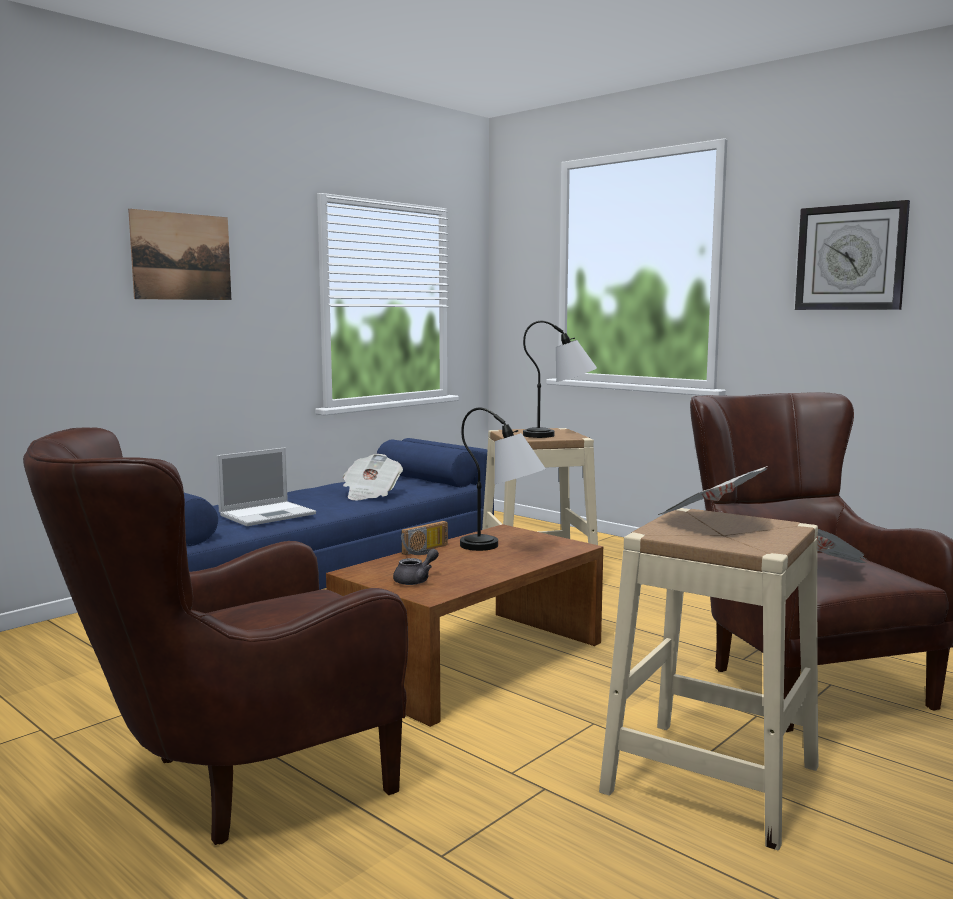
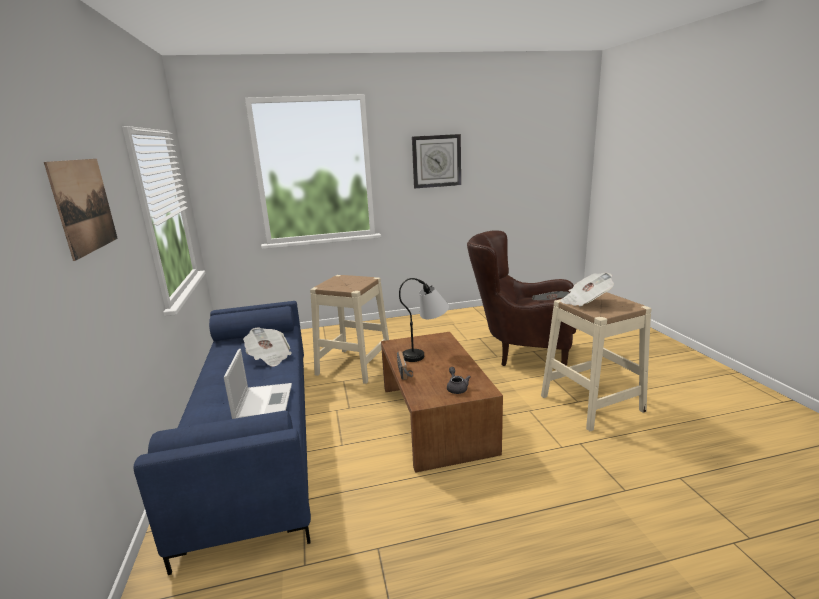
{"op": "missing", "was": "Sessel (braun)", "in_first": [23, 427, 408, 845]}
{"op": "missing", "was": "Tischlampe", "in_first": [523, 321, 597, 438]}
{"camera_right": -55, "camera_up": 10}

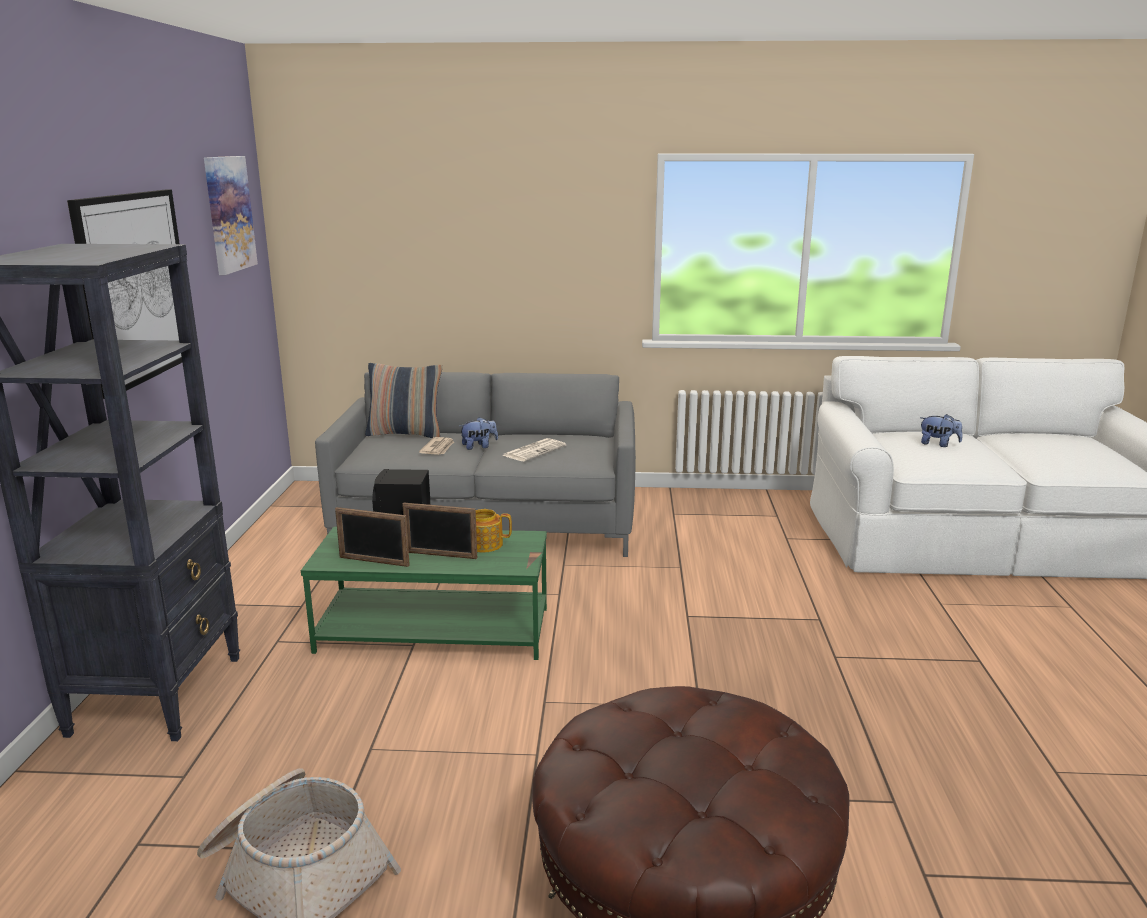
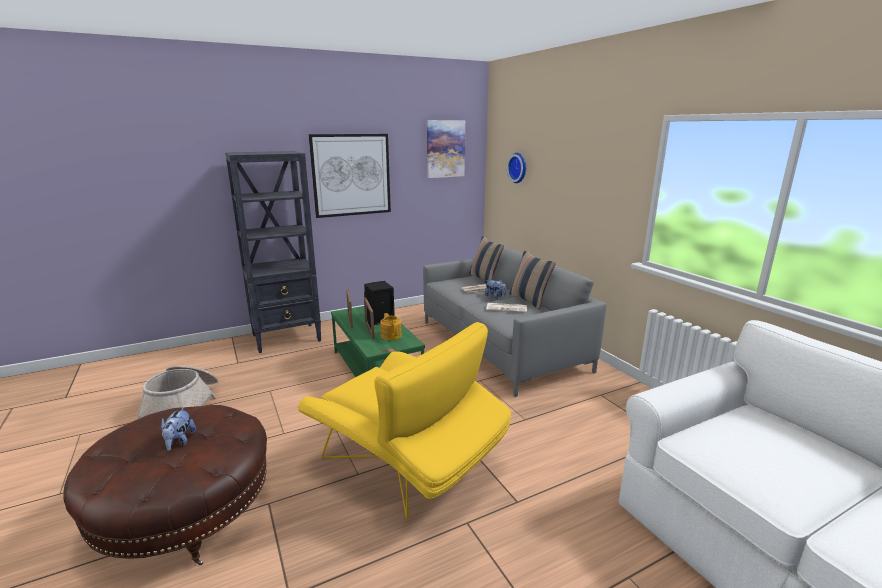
{"op": "appeared", "now": "Sessel (gelb)", "in_second": [297, 322, 511, 520]}
{"op": "appeared", "now": "Wanduhr", "in_second": [507, 153, 526, 183]}
{"op": "appeared", "now": "Kissen", "in_second": [509, 251, 556, 309]}
{"op": "relocated", "was": "Plüschtier", "in_first": [920, 414, 963, 447], "in_second": [161, 407, 196, 451]}
{"camera_right": 60, "camera_up": 0}

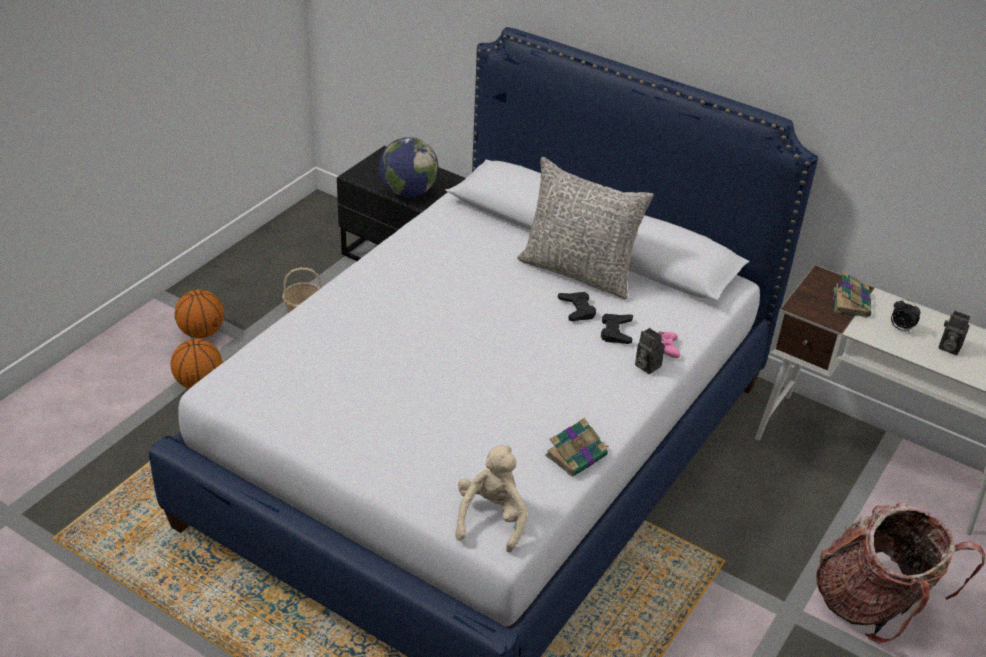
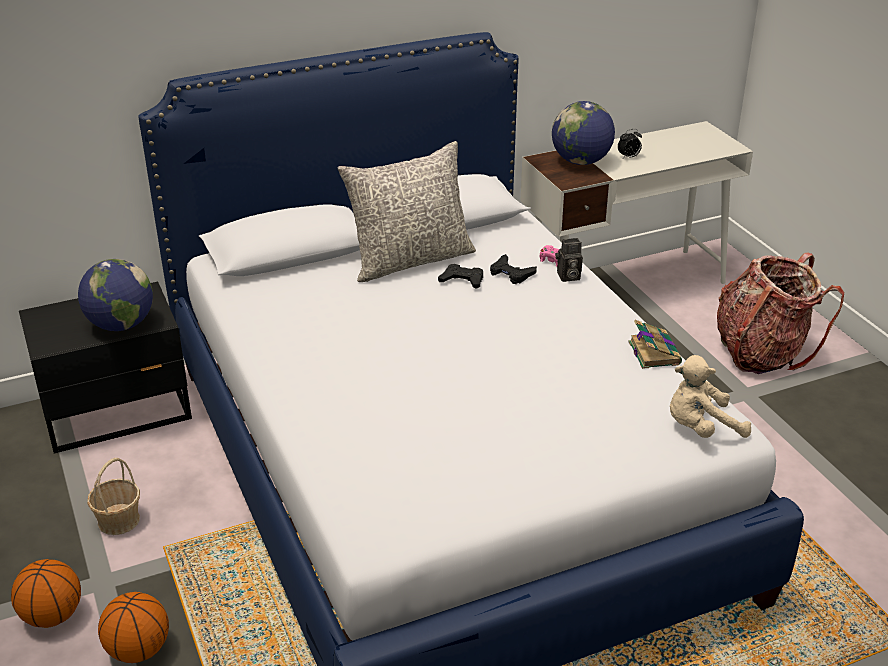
{"op": "missing", "was": "Kamera", "in_first": [938, 311, 970, 355]}
{"op": "exchanged", "was": "Buch", "now": "Globus", "in_first": [833, 271, 871, 318], "in_second": [552, 101, 615, 165]}
{"op": "spun", "was": "Plüschtier (beige)", "in_first": [455, 445, 528, 553], "in_second": [670, 355, 751, 438], "clockwise": -60}
{"camera_right": -55, "camera_up": -5}

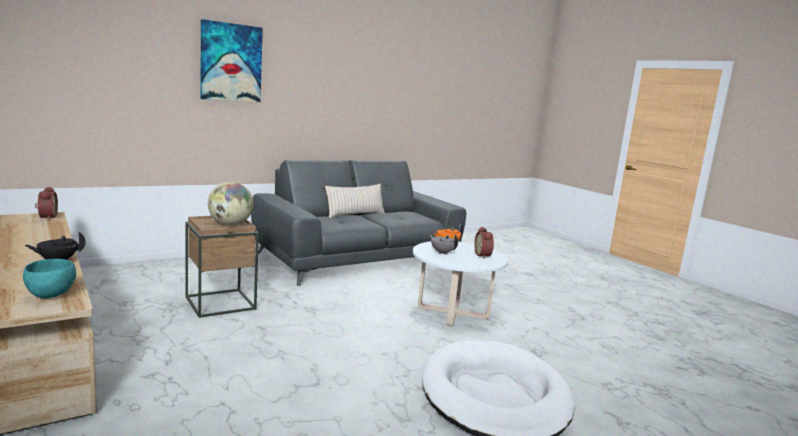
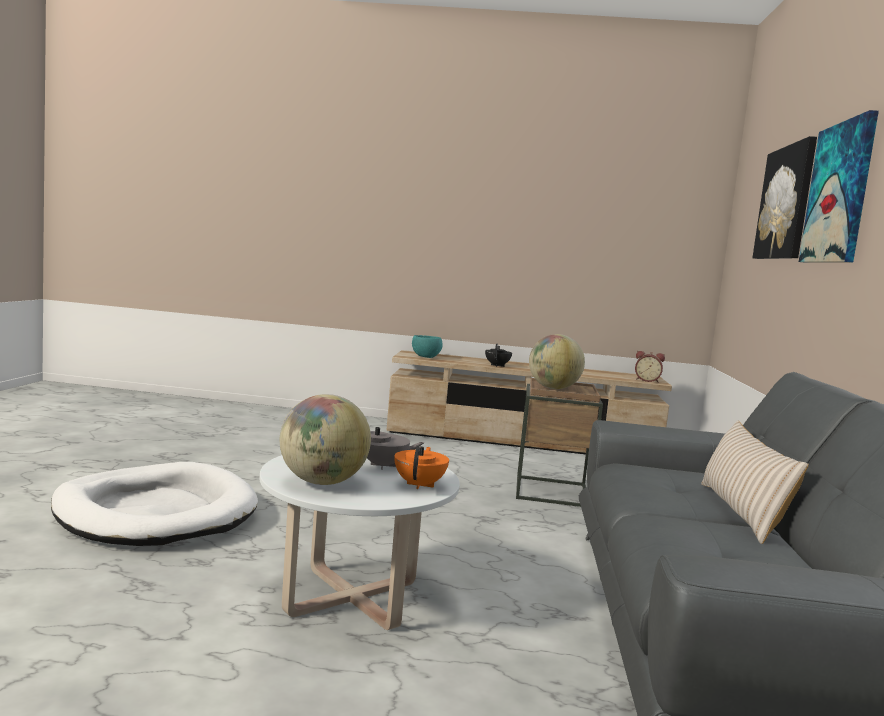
{"op": "appeared", "now": "Bild", "in_second": [752, 136, 817, 259]}
{"op": "exchanged", "was": "Wecker", "now": "Globus", "in_first": [474, 227, 494, 259], "in_second": [280, 394, 371, 485]}
{"camera_right": 130, "camera_up": -5}

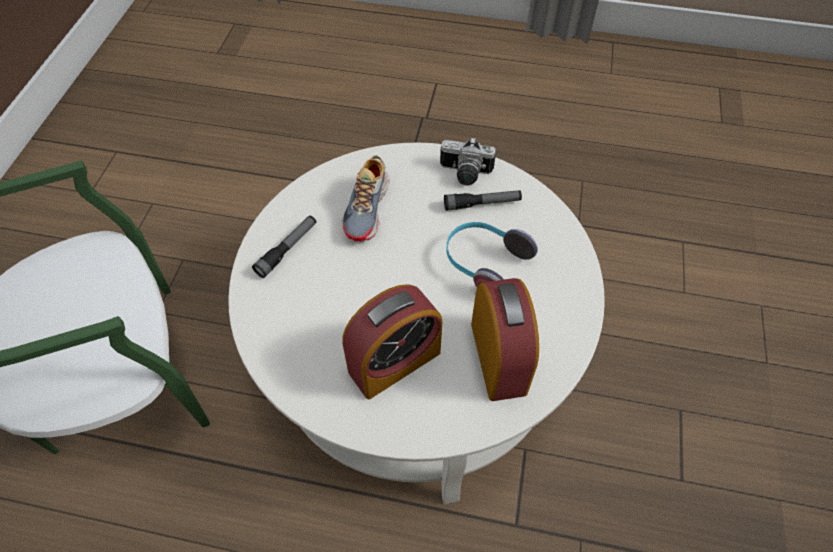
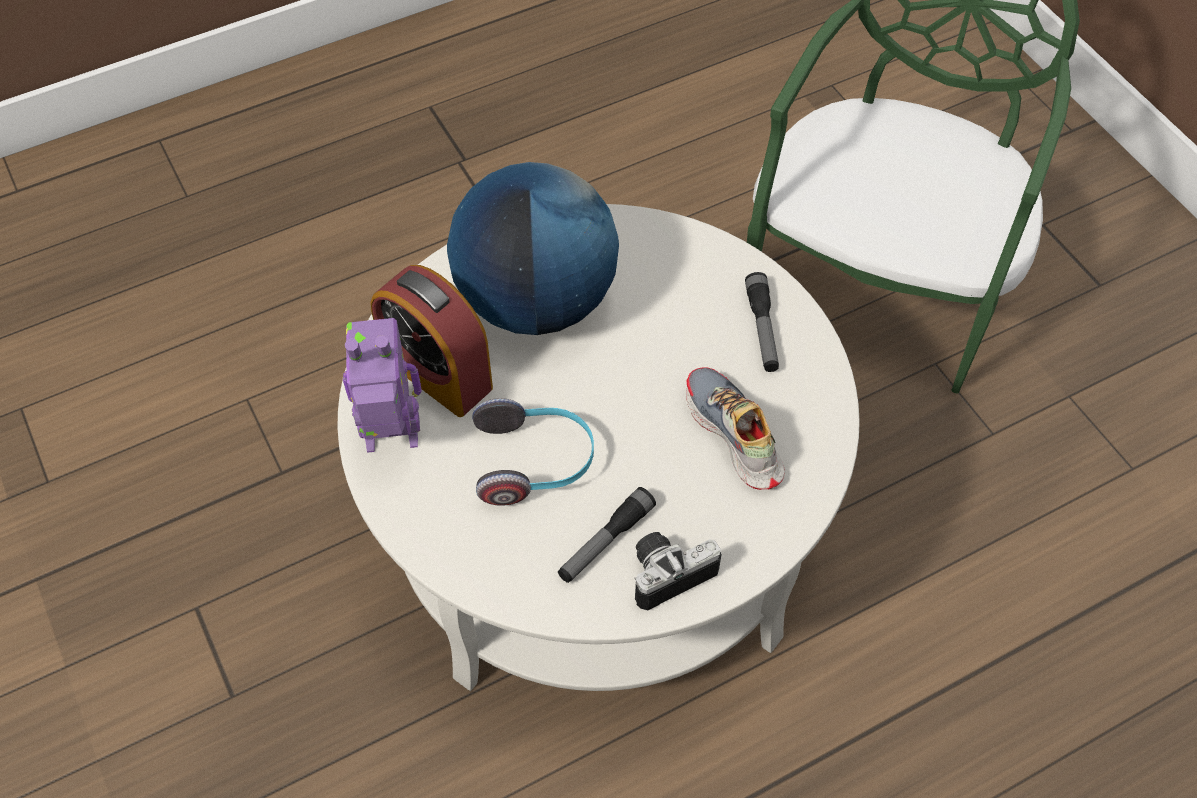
{"op": "appeared", "now": "Spielzeugroboter", "in_second": [343, 318, 422, 453]}
{"op": "exchanged", "was": "Wecker", "now": "Globus", "in_first": [342, 284, 442, 399], "in_second": [447, 162, 619, 335]}
{"camera_right": 140, "camera_up": 0}

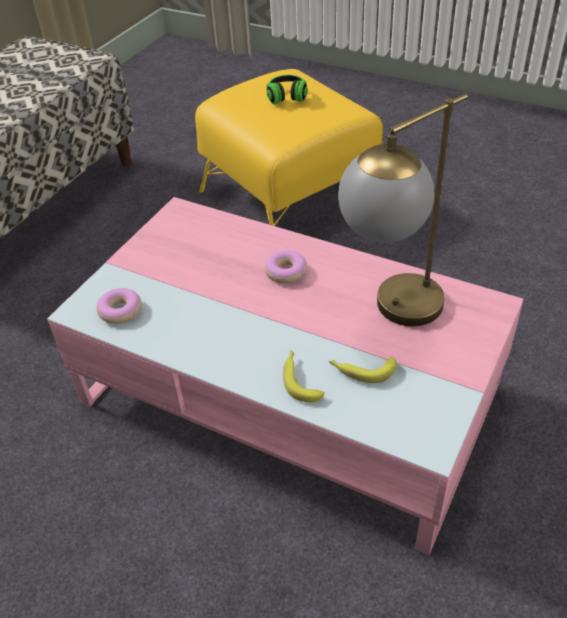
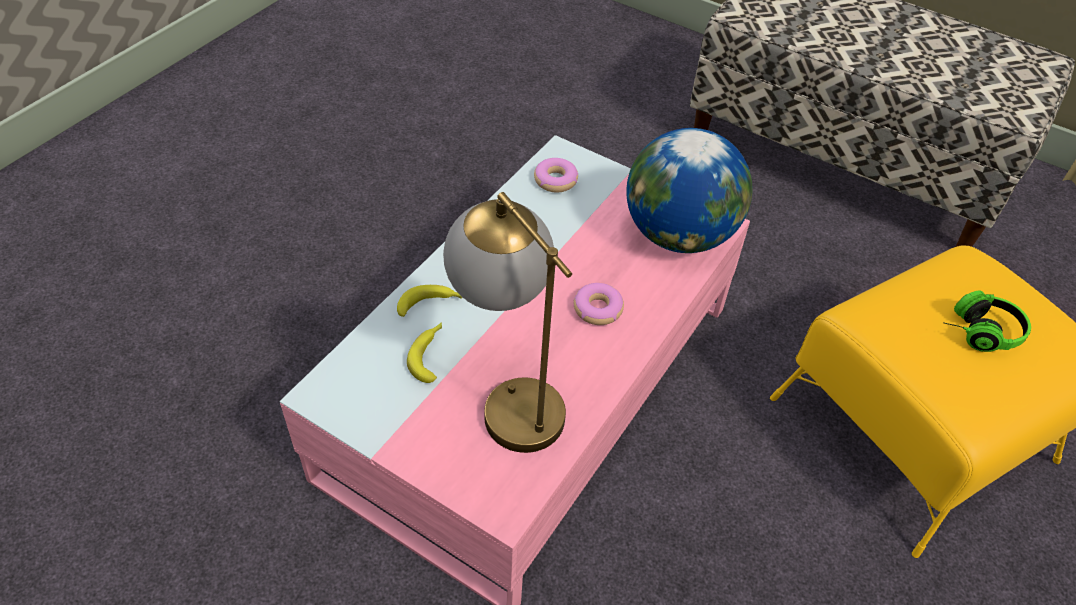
{"op": "appeared", "now": "Globus", "in_second": [626, 128, 753, 253]}
{"camera_right": 90, "camera_up": 5}

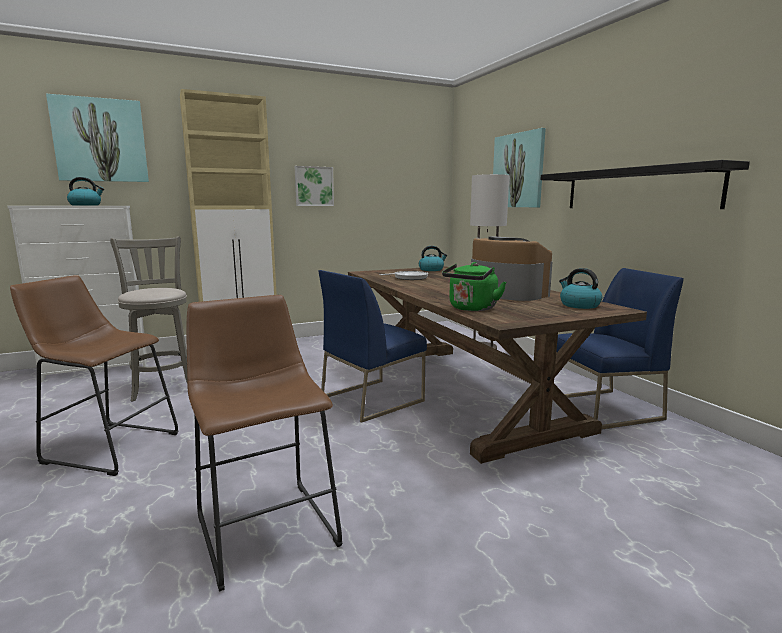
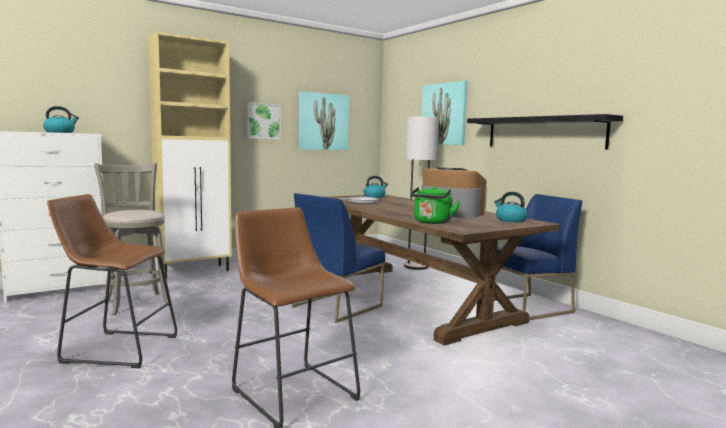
{"op": "relocated", "was": "Bild", "in_first": [46, 94, 149, 182], "in_second": [299, 91, 349, 150]}
{"camera_right": -10, "camera_up": -5}

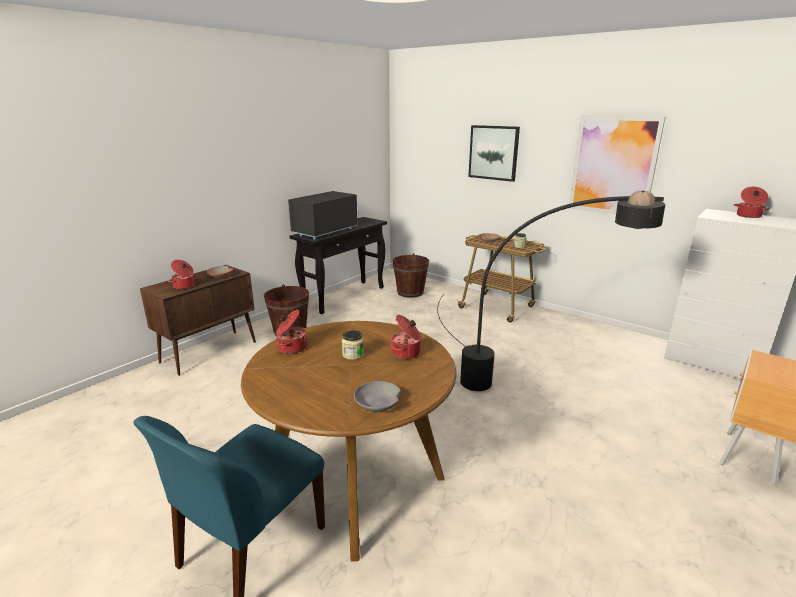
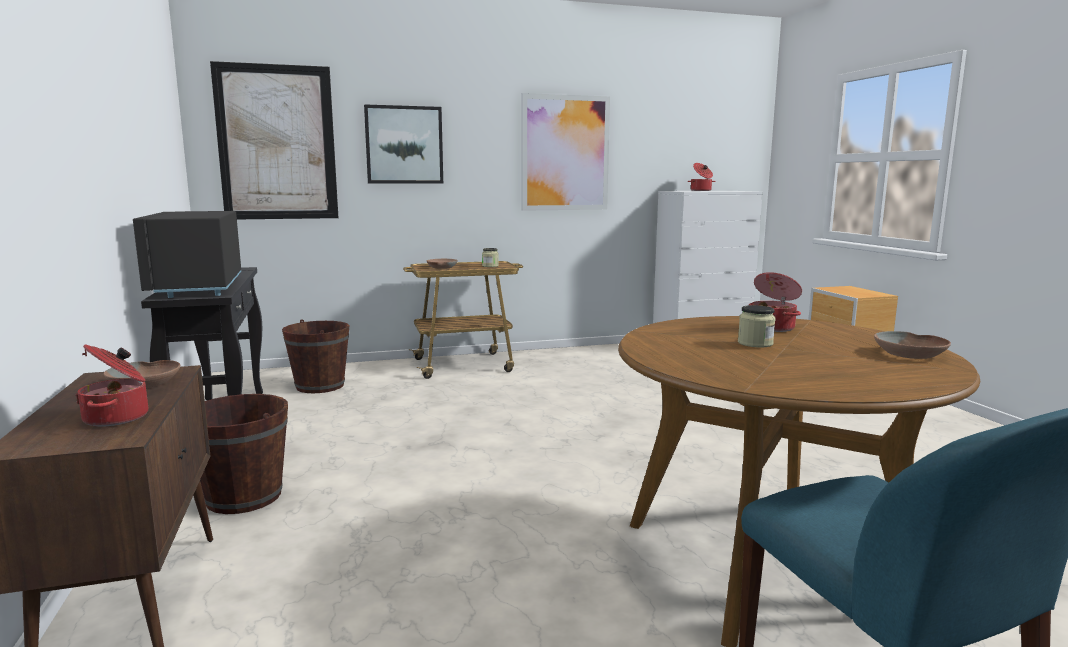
{"op": "missing", "was": "Kochtopf", "in_first": [276, 310, 307, 354]}
{"op": "missing", "was": "Stehlampe (schwarz)", "in_first": [437, 191, 665, 391]}
{"op": "appeared", "now": "Bild", "in_second": [210, 61, 339, 219]}
{"op": "colour", "was": "Schüssel (grau)", "now": "Schüssel (braun)", "in_first": [354, 381, 401, 412], "in_second": [874, 331, 951, 359]}
{"camera_right": -55, "camera_up": -10}

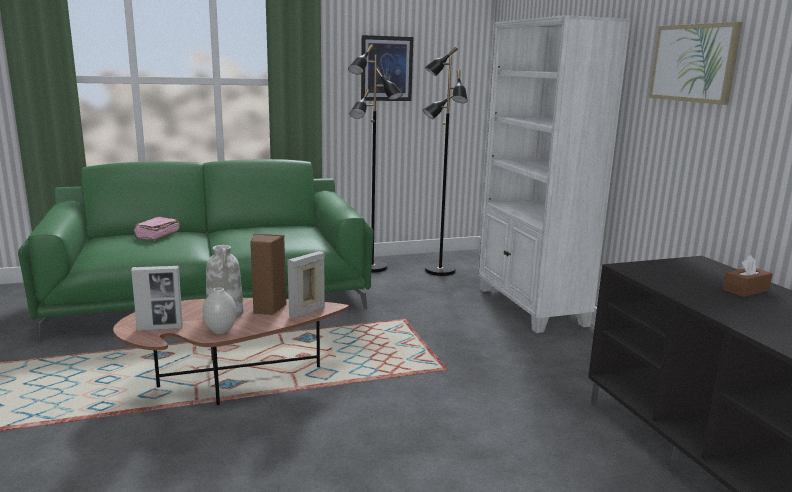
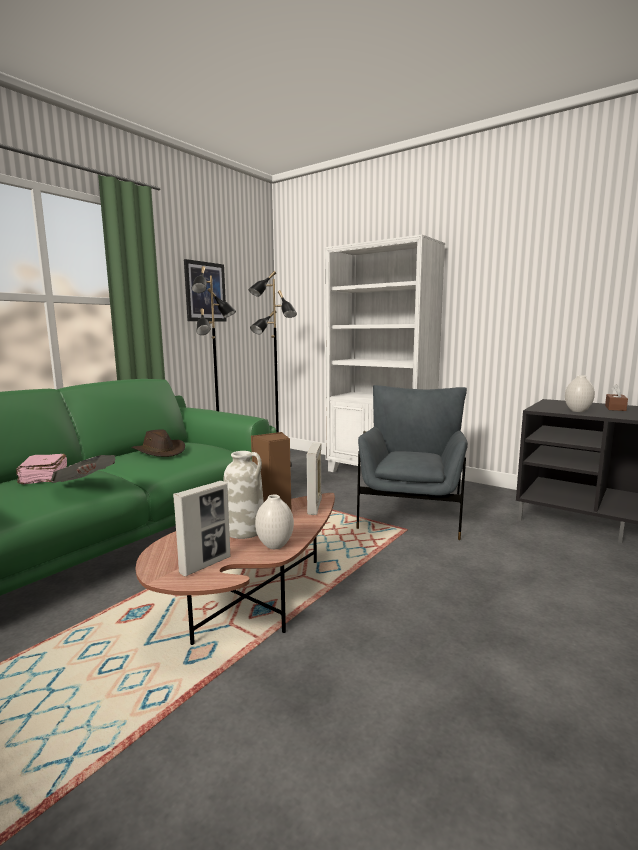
{"op": "missing", "was": "Bild", "in_first": [649, 22, 743, 105]}
{"op": "appeared", "now": "Zeitung", "in_second": [51, 455, 116, 483]}
{"op": "appeared", "now": "Hut (braun)", "in_second": [131, 429, 185, 457]}
{"op": "appeared", "now": "Sessel (grau)", "in_second": [357, 385, 468, 540]}
{"op": "appeared", "now": "Vase (weiß)", "in_second": [565, 375, 595, 412]}
{"camera_right": -35, "camera_up": -5}

